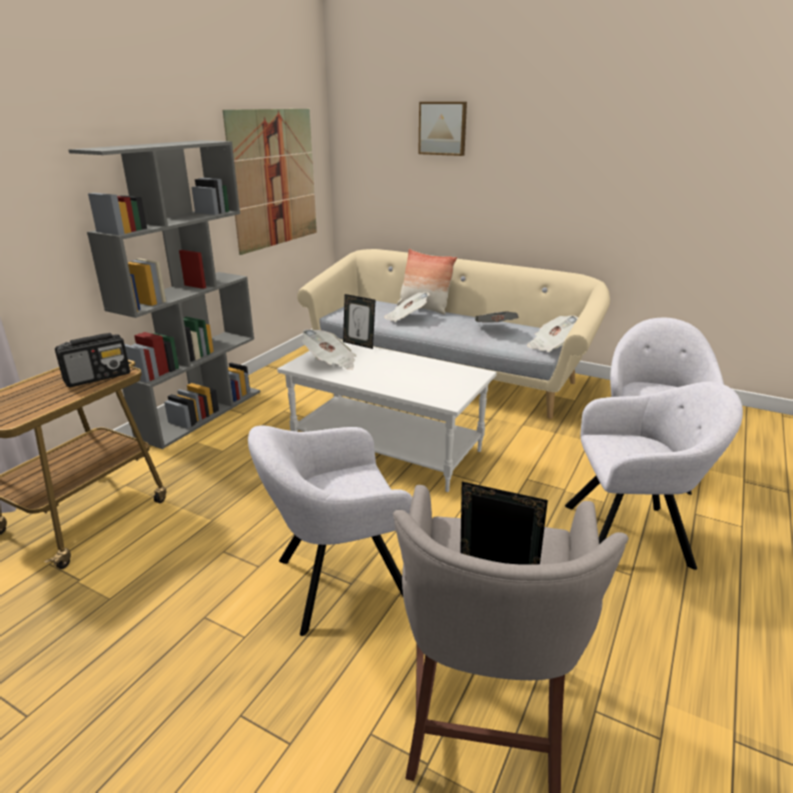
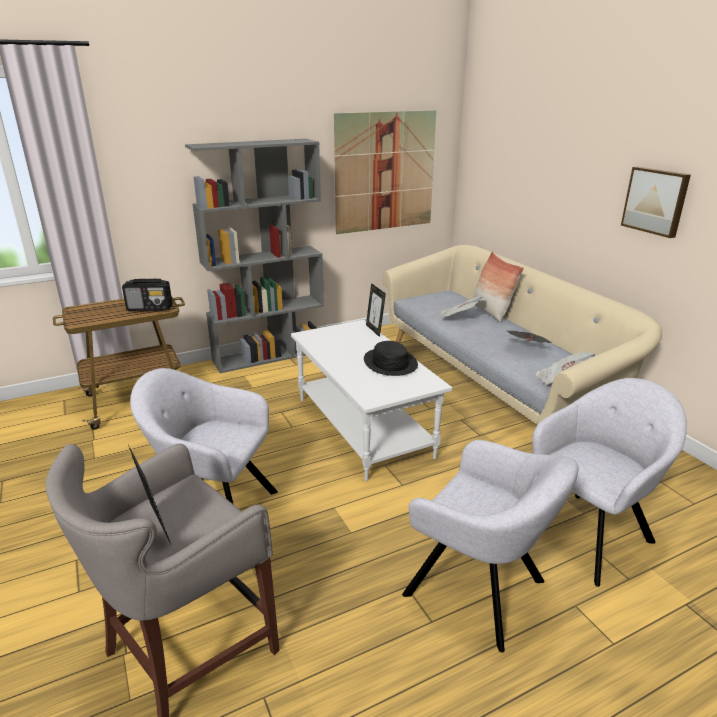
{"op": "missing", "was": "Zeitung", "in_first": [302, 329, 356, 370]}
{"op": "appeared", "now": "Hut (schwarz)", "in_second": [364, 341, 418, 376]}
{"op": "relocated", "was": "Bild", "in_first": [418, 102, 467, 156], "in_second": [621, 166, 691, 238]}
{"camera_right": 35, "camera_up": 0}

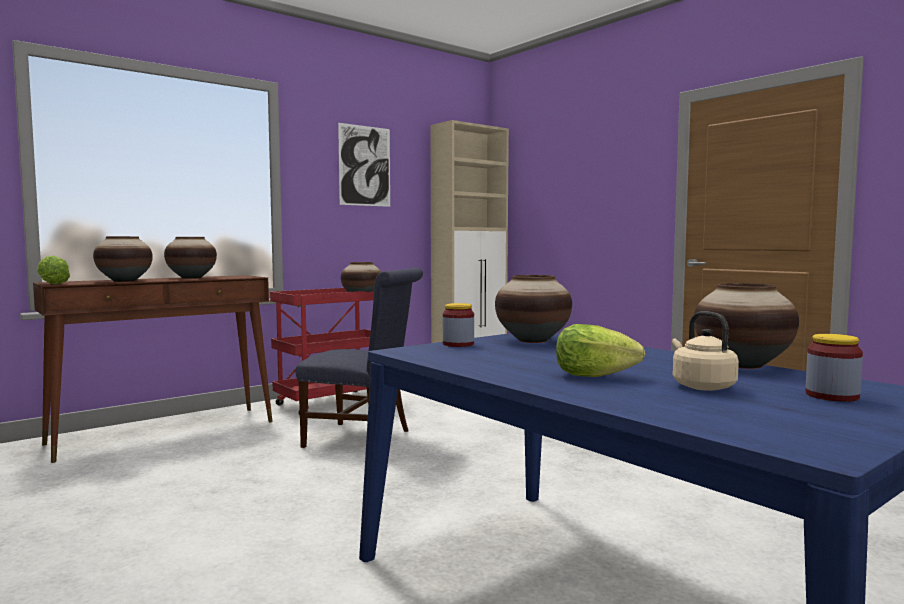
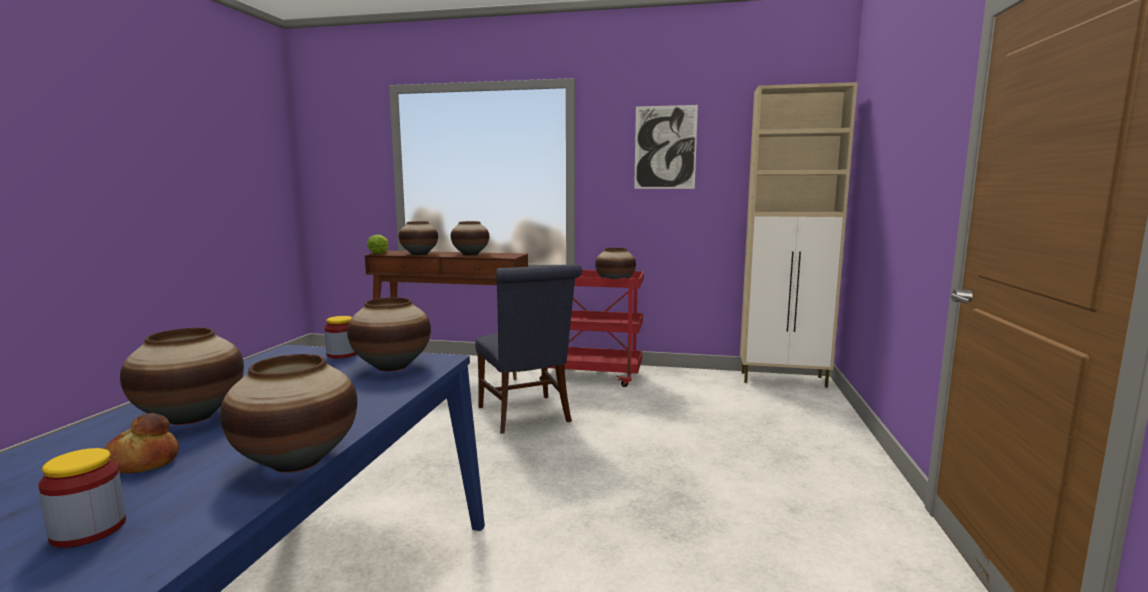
{"op": "exchanged", "was": "Salatkopf", "now": "Vase", "in_first": [556, 324, 645, 377], "in_second": [120, 328, 244, 425]}
{"op": "exchanged", "was": "Wasserkessel (beige)", "now": "Brot", "in_first": [672, 311, 739, 391], "in_second": [104, 413, 179, 473]}
{"camera_right": 50, "camera_up": 5}

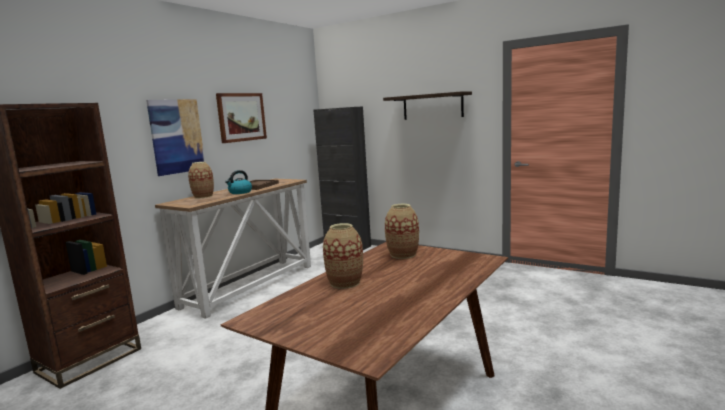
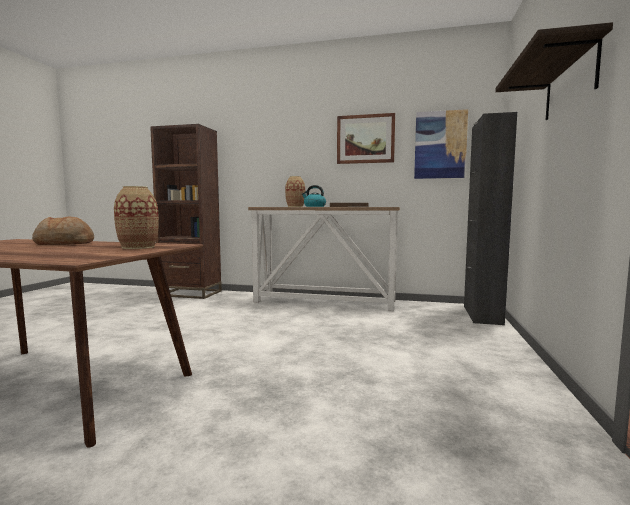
{"op": "relocated", "was": "Bild", "in_first": [146, 99, 205, 176], "in_second": [414, 109, 468, 179]}
{"op": "exchanged", "was": "Vase", "now": "Brot", "in_first": [323, 223, 363, 289], "in_second": [32, 217, 94, 245]}
{"camera_right": 70, "camera_up": -5}

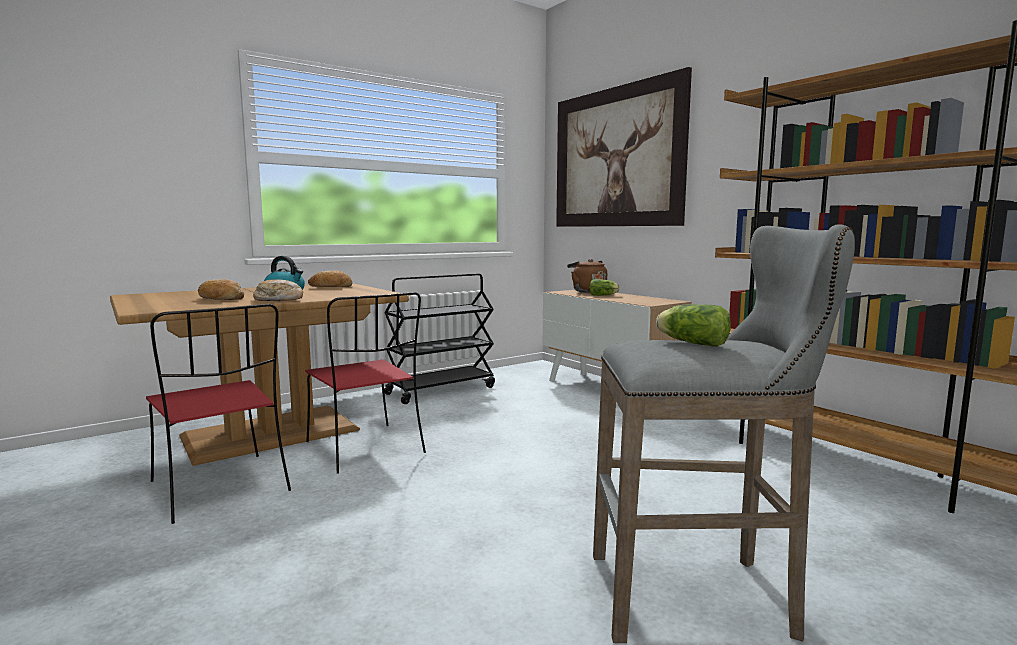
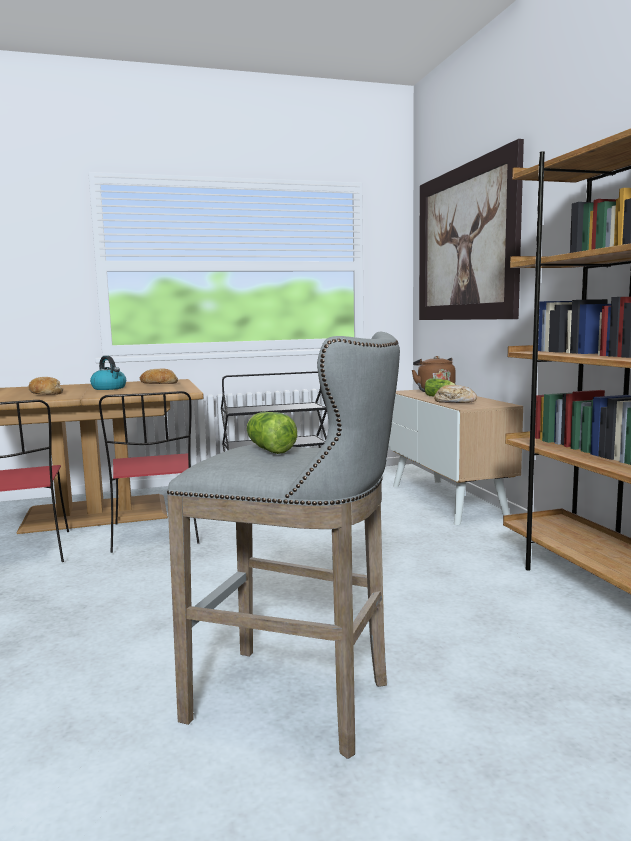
{"op": "relocated", "was": "Brot", "in_first": [253, 279, 303, 301], "in_second": [434, 385, 477, 403]}
{"camera_right": 20, "camera_up": 0}

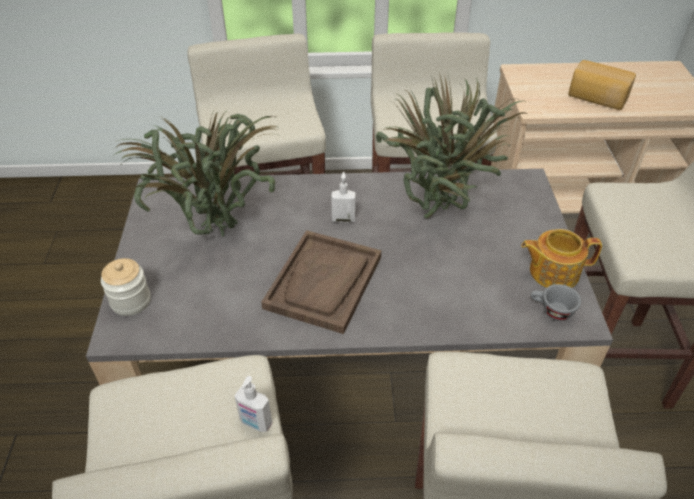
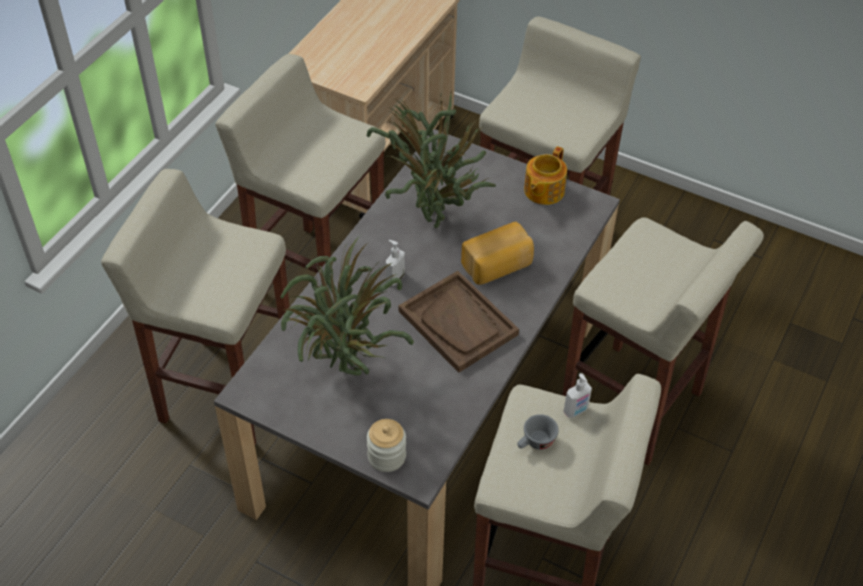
{"op": "relocated", "was": "Tasse (grau)", "in_first": [531, 284, 581, 321], "in_second": [517, 414, 559, 450]}
{"op": "relocated", "was": "Brot", "in_first": [568, 60, 636, 110], "in_second": [461, 222, 534, 285]}
{"camera_right": -60, "camera_up": 5}

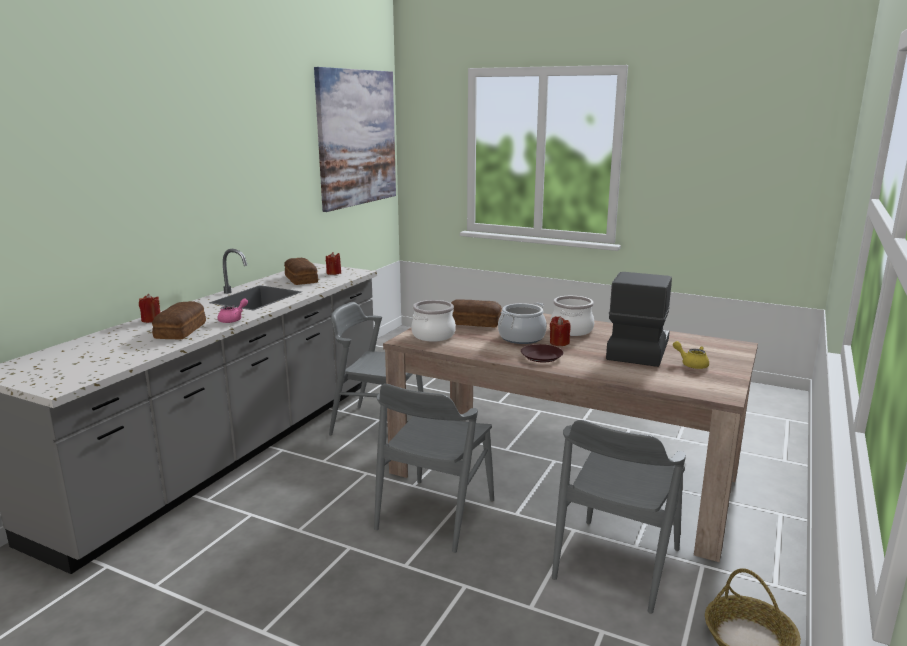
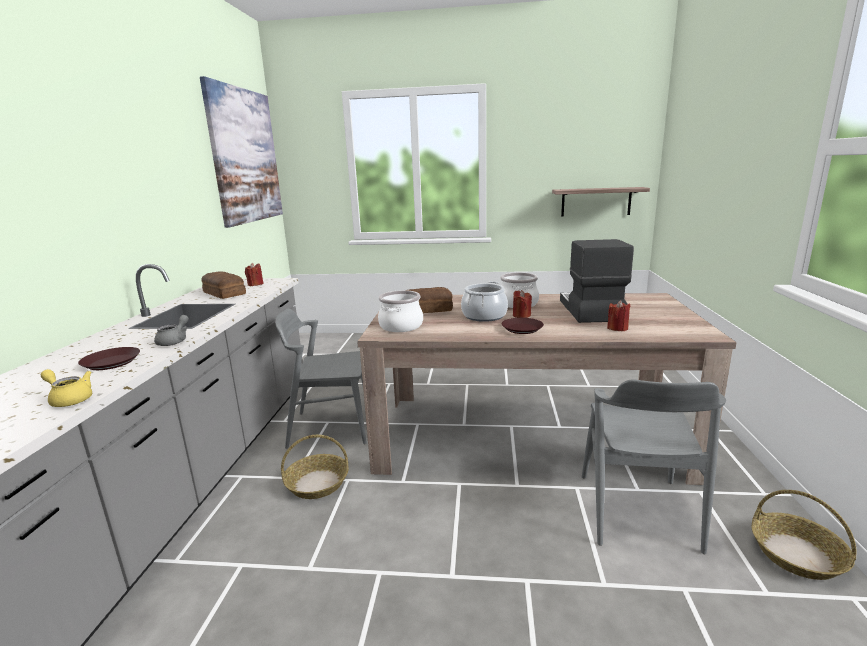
{"op": "missing", "was": "Stuhl (grau)", "in_first": [374, 384, 494, 553]}
{"op": "appeared", "now": "Korb", "in_second": [281, 435, 349, 499]}
{"op": "appeared", "now": "Wandregal", "in_second": [552, 187, 650, 217]}
{"op": "relocated", "was": "Kerze (rot)", "in_first": [139, 294, 160, 323], "in_second": [607, 300, 630, 331]}
{"op": "relocated", "was": "Teekanne (gelb)", "in_first": [673, 341, 709, 369], "in_second": [41, 369, 92, 407]}
{"op": "exchanged", "was": "Brot", "now": "Teller (braun)", "in_first": [152, 301, 206, 339], "in_second": [78, 347, 140, 370]}
{"op": "colour", "was": "Teekanne (rosa)", "now": "Teekanne (grau)", "in_first": [218, 298, 248, 323], "in_second": [154, 315, 189, 346]}
{"camera_right": -20, "camera_up": 0}

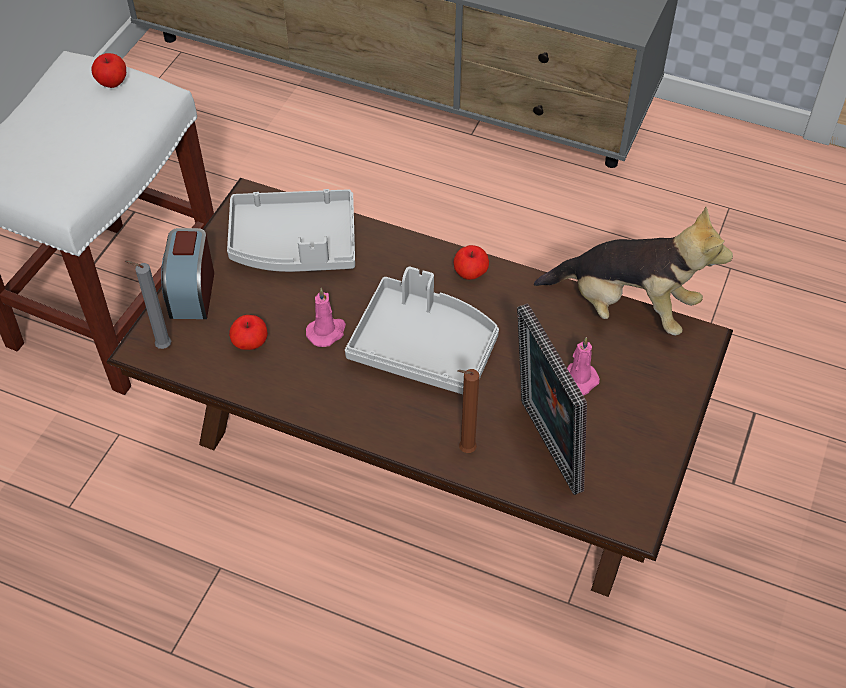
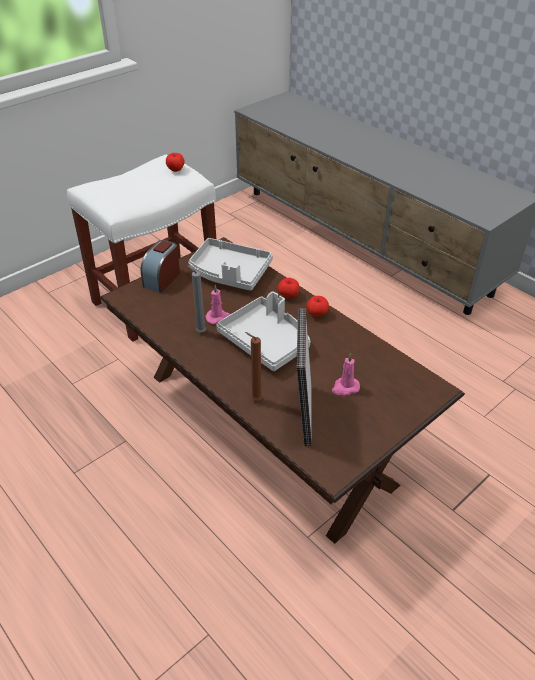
{"op": "missing", "was": "Plüschtier", "in_first": [534, 207, 733, 335]}
{"op": "relocated", "was": "Kerze (grau)", "in_first": [125, 261, 171, 349], "in_second": [186, 265, 206, 333]}
{"op": "relocated", "was": "Apfel", "in_first": [229, 315, 268, 350], "in_second": [278, 278, 300, 298]}
{"camera_right": 25, "camera_up": -10}

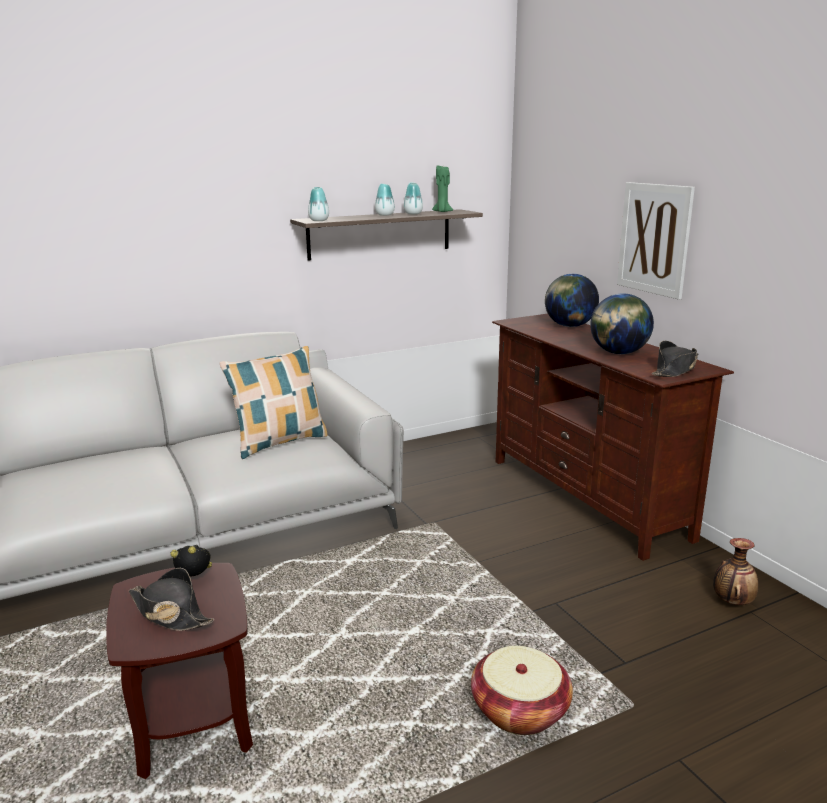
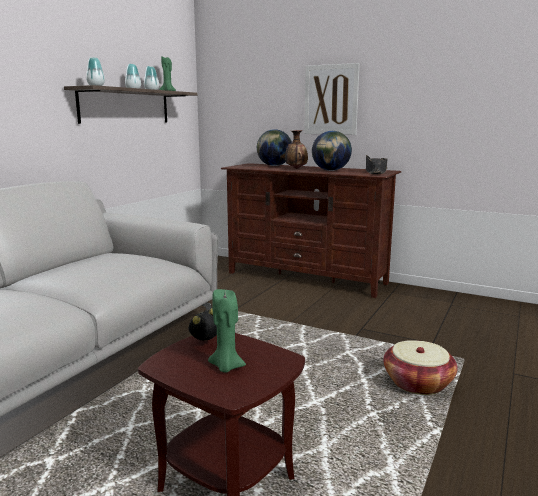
{"op": "missing", "was": "Kissen", "in_first": [220, 346, 327, 459]}
{"op": "relocated", "was": "Vase", "in_first": [713, 538, 758, 605], "in_second": [285, 130, 308, 169]}
{"op": "exchanged", "was": "Hut (schwarz)", "now": "Kerze (grün)", "in_first": [129, 568, 214, 631], "in_second": [208, 289, 246, 373]}
{"camera_right": -35, "camera_up": -5}

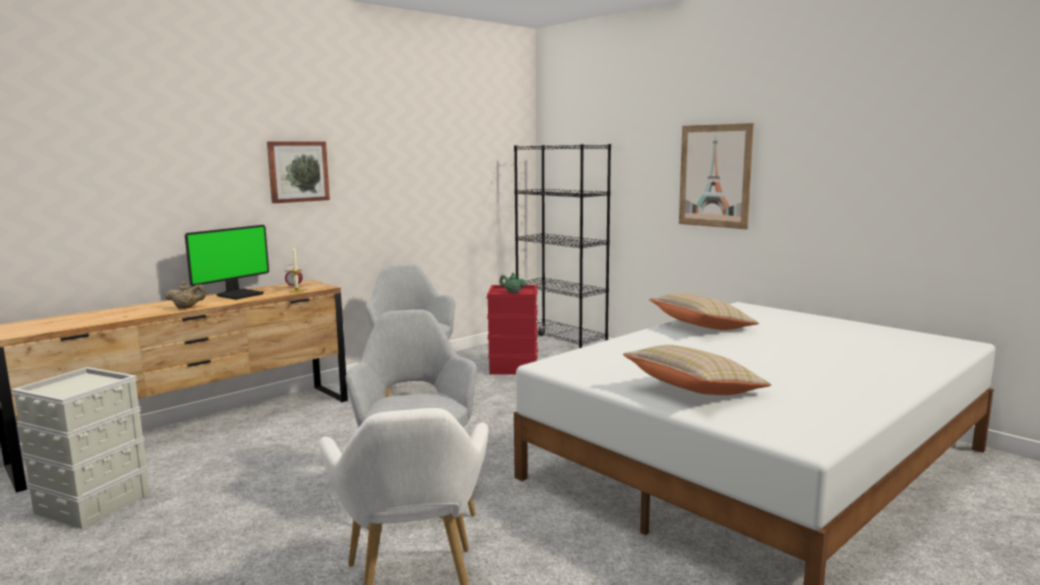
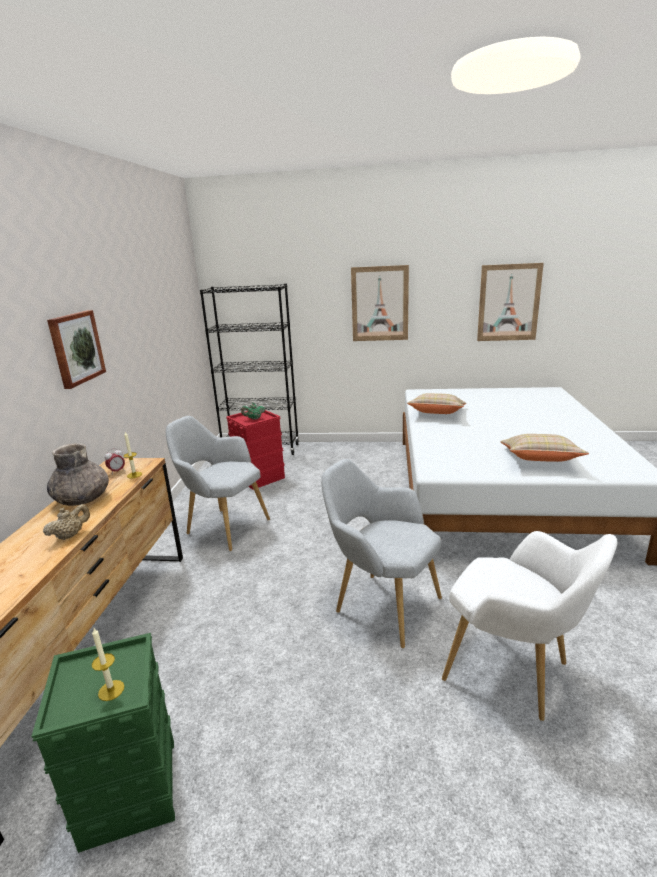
{"op": "appeared", "now": "Kerze", "in_second": [92, 628, 124, 701]}
{"op": "appeared", "now": "Bild", "in_second": [477, 263, 544, 341]}
{"op": "exchanged", "was": "Monitor", "now": "Vase (grau)", "in_first": [185, 225, 269, 300], "in_second": [47, 443, 109, 506]}
{"op": "colour", "was": "Aufbewahrungsbox (grau)", "now": "Aufbewahrungsbox (grün)", "in_first": [11, 367, 150, 529], "in_second": [31, 633, 175, 853]}
{"camera_right": -40, "camera_up": 10}

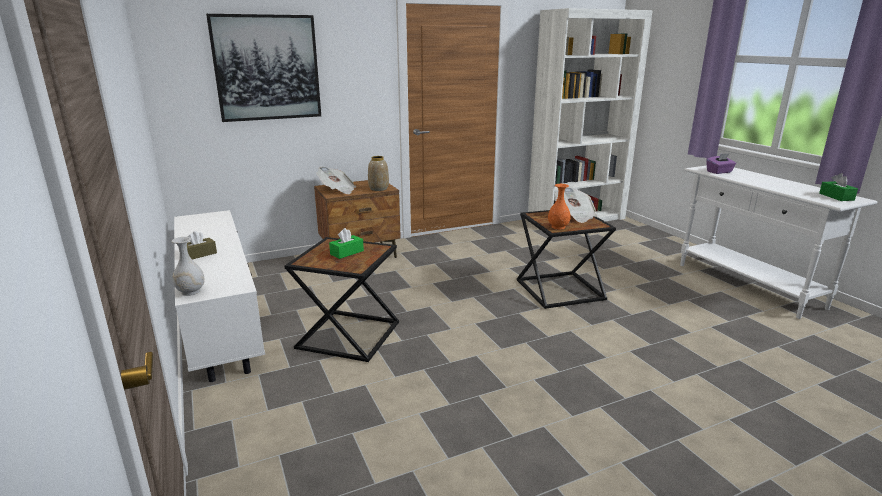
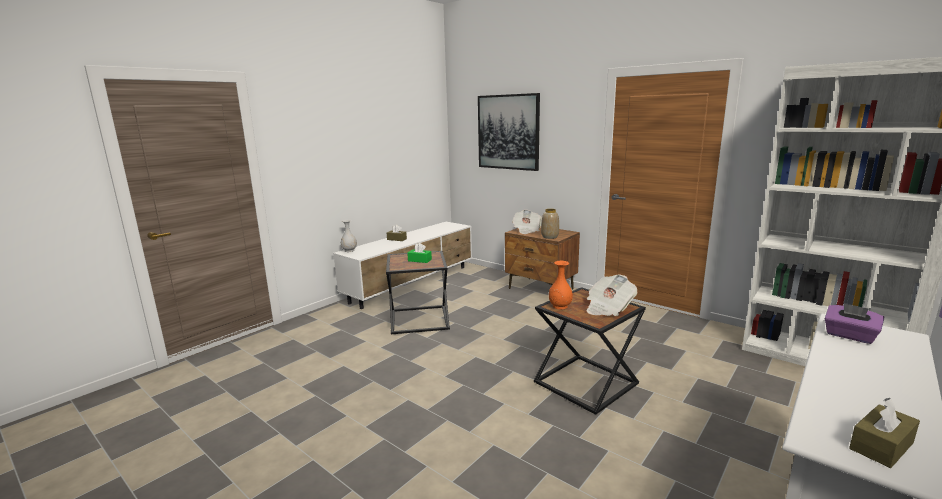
{"op": "colour", "was": "Taschentuchbox (grün)", "now": "Taschentuchbox (braun)", "in_first": [819, 173, 858, 201], "in_second": [849, 398, 920, 468]}
{"camera_right": 65, "camera_up": -5}

